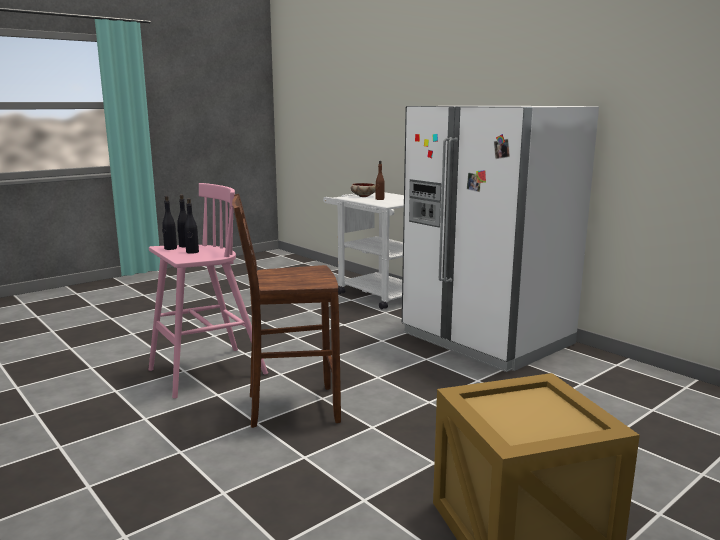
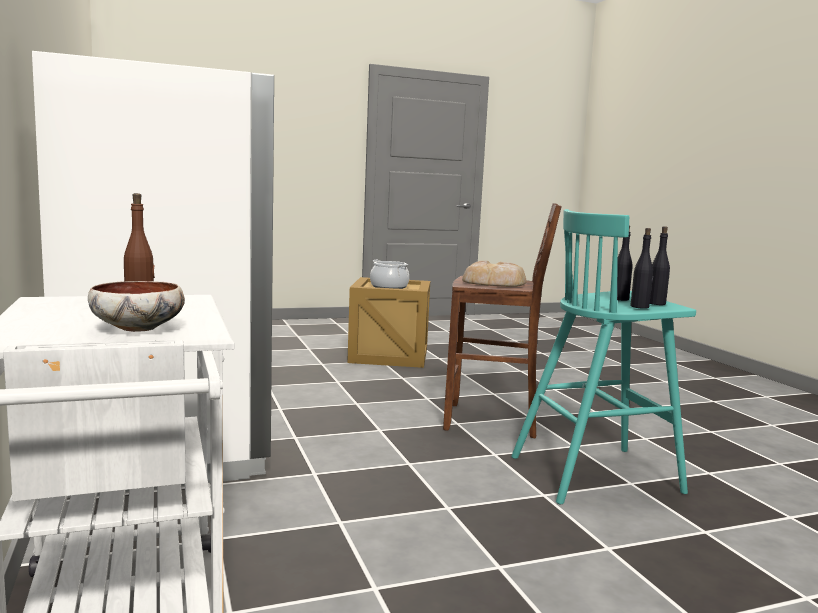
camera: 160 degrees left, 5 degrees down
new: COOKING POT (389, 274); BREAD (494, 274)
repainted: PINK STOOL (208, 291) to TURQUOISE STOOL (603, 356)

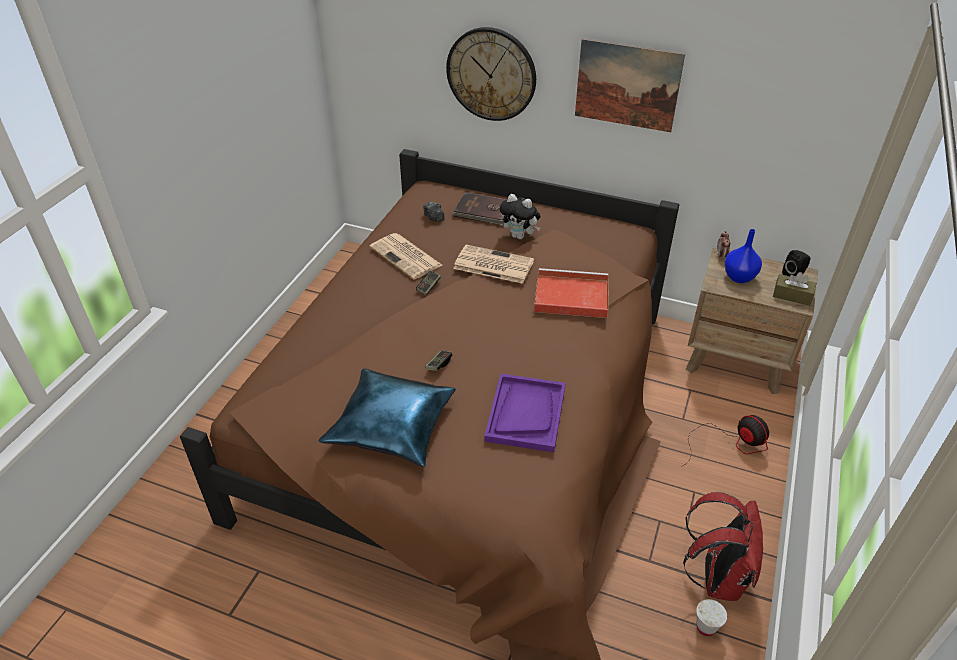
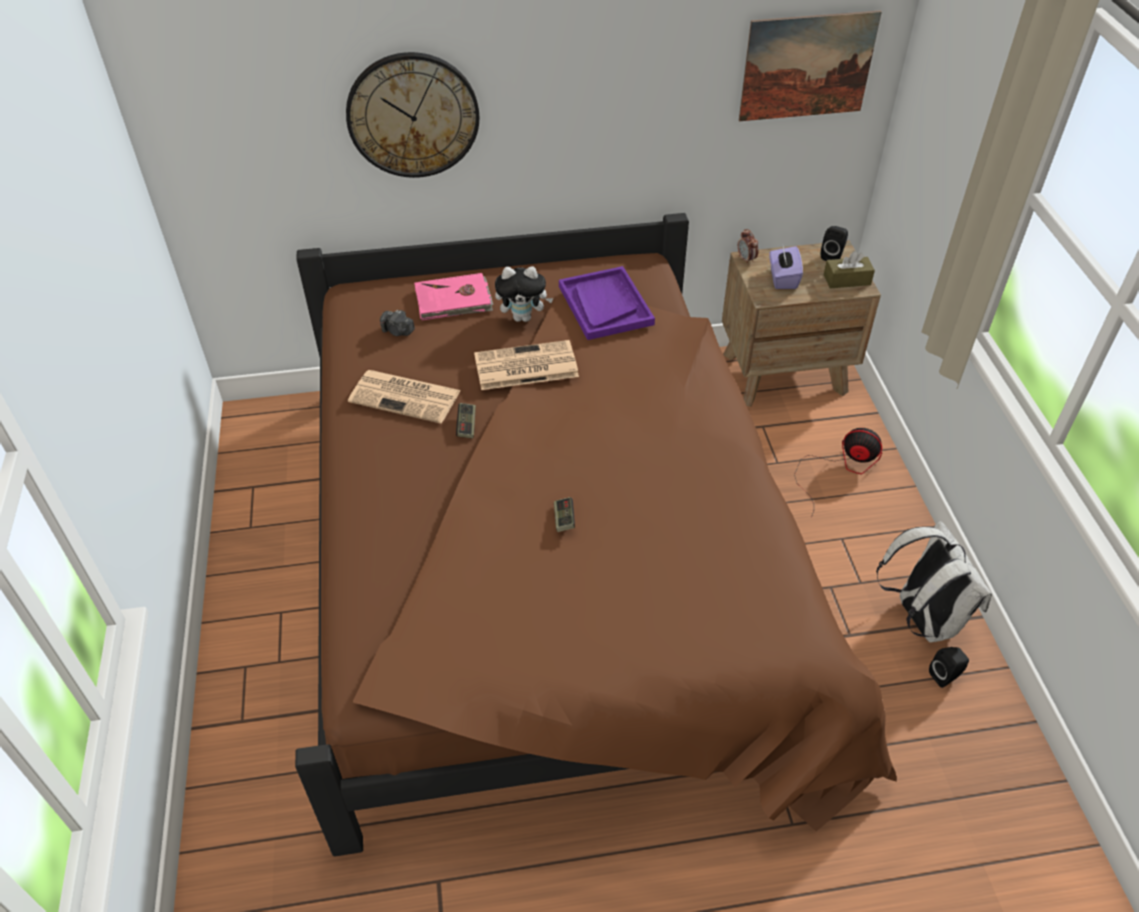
camera: 30 degrees left, 5 degrees up
gone: BLUE PILLOW (387, 418); RED TRAY (571, 293)
shifted: PURPLE TRAY (524, 413) to (607, 303); PICTURE (630, 85) to (810, 65)
swapped: BLUE VASE (743, 256) to PURPLE TISSUE BOX (786, 267); WHITE CUP (711, 617) to BLACK SPEAKER (949, 667)
repainted: BROWN BOOK (480, 208) to PINK BOOK (453, 297); RED BACKPACK (723, 546) to WHITE BACKPACK (934, 581)

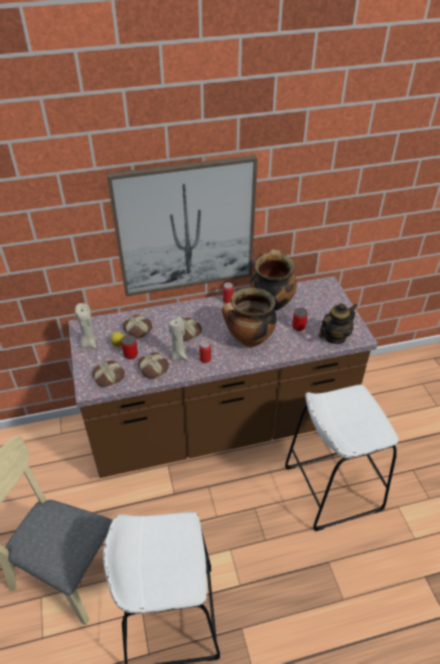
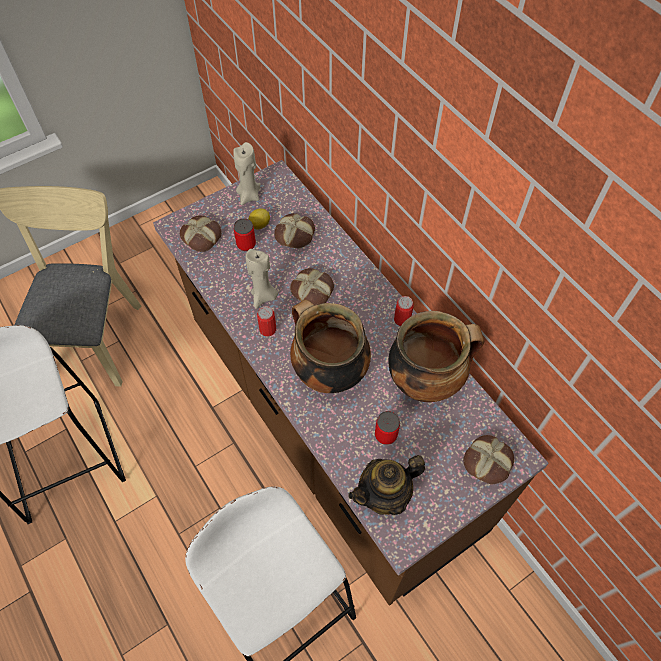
camera: 70 degrees right, 15 degrees up
gone: PICTURE (182, 225)
shifted: BREAD (153, 365) to (488, 460)
rotated: TEAPOT (338, 323) = (386, 485) 120 degrees clockwise

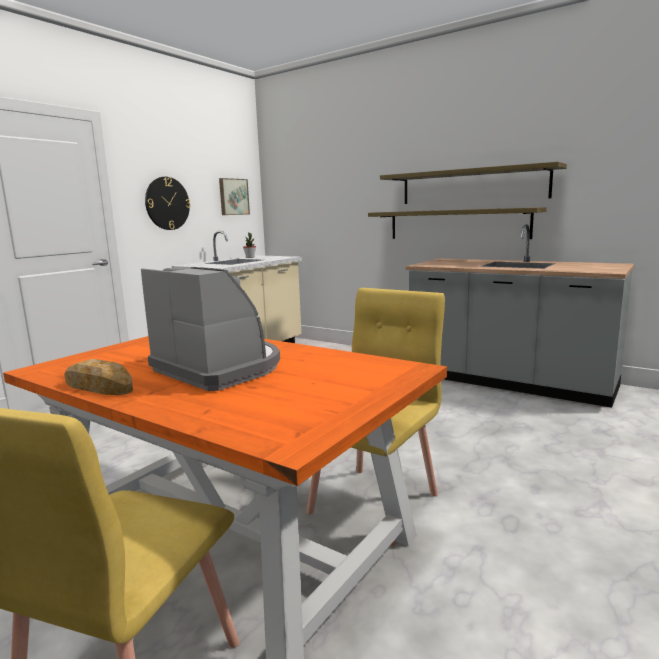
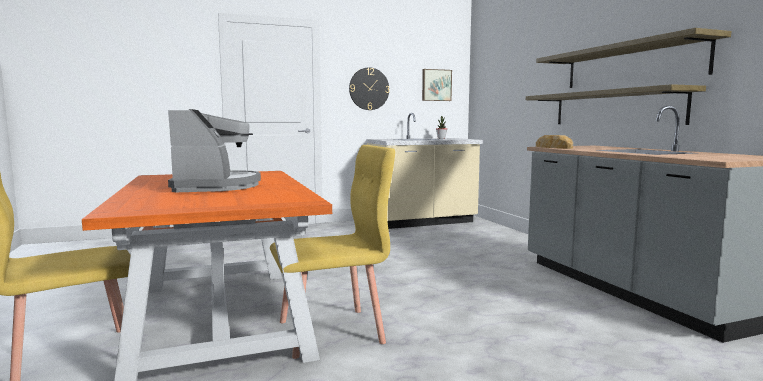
camera: 35 degrees right, 5 degrees down
shifted: BREAD (98, 377) to (554, 142)

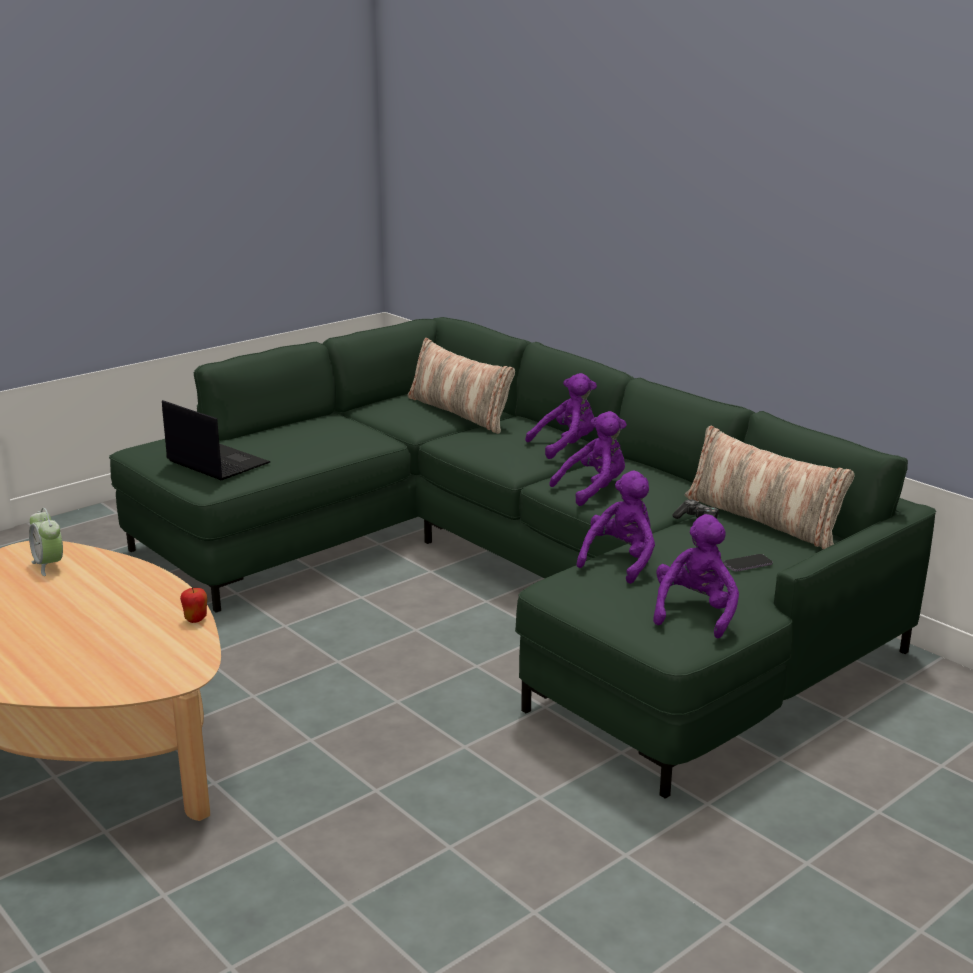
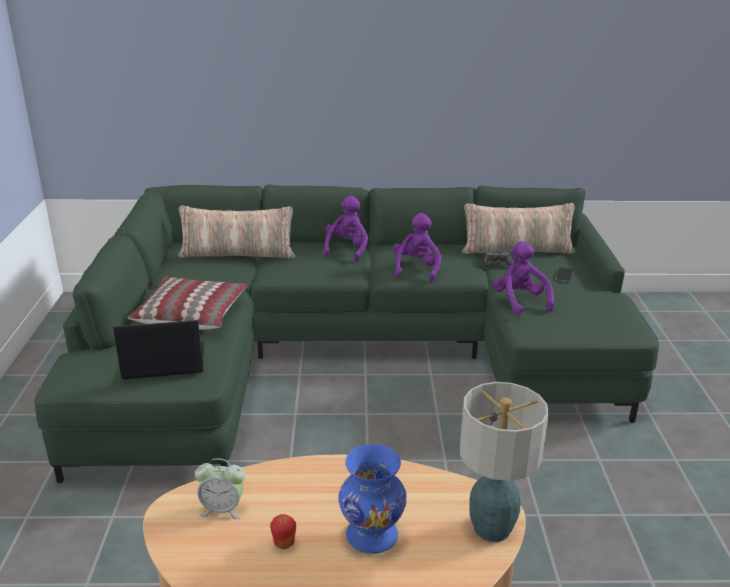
camera: 50 degrees left, 5 degrees up
gone: PURPLE PLUSH TOY (696, 576)
new: PILLOW (187, 303); BLUE VASE (373, 499); TABLE LAMP (504, 462)
shifted: APPLE (193, 605) to (283, 531)

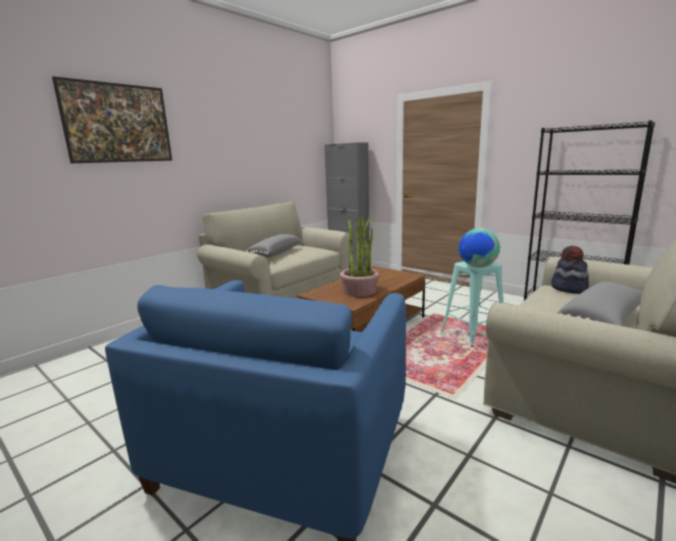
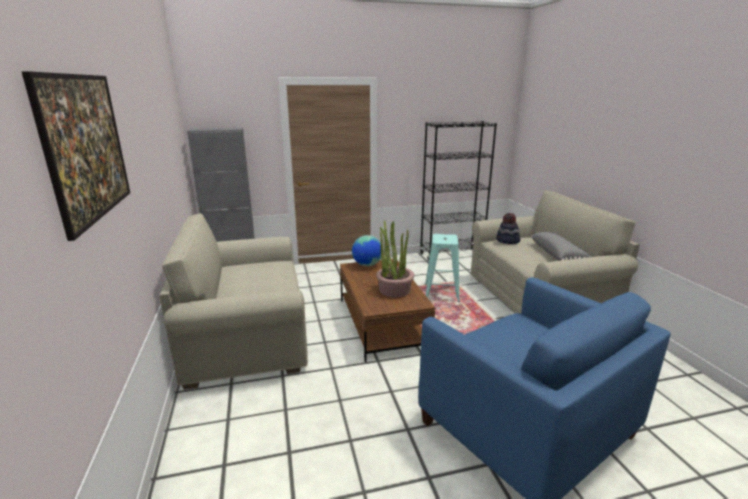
camera: 55 degrees left, 5 degrees up
gone: GREY PILLOW (273, 245)
shifted: GLOBE (479, 247) to (366, 251)

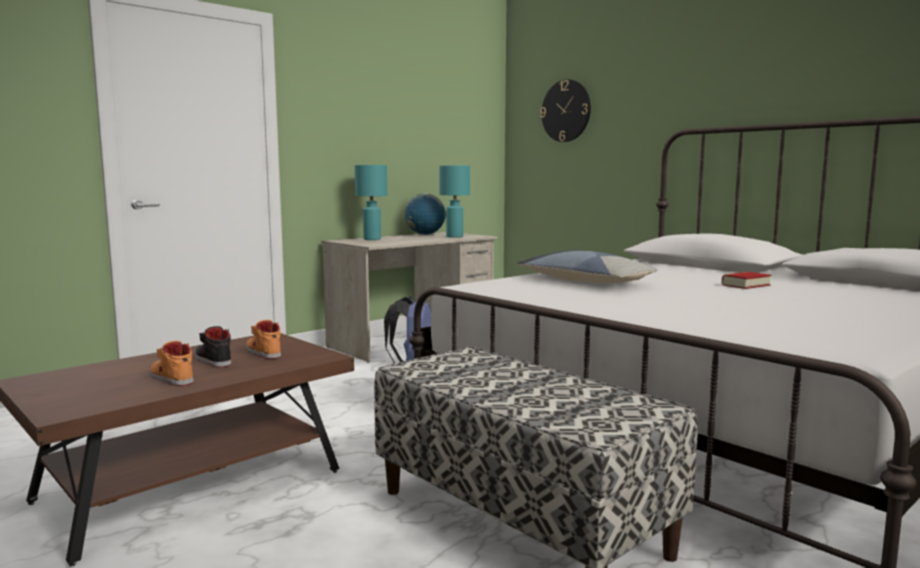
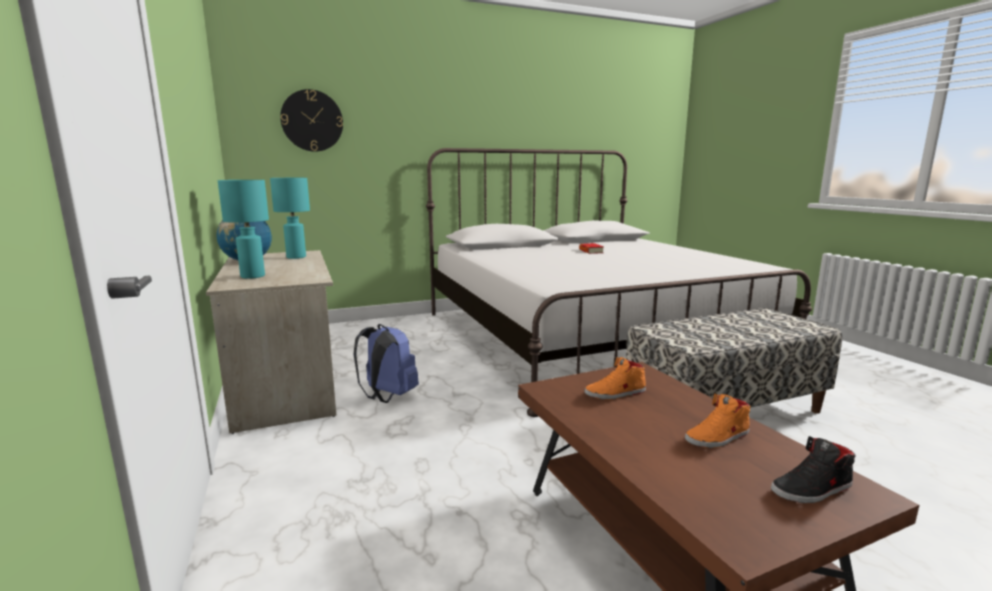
camera: 70 degrees left, 5 degrees up
gone: PILLOW (587, 267)
shifted: BLACK SHOE (213, 346) to (813, 469)

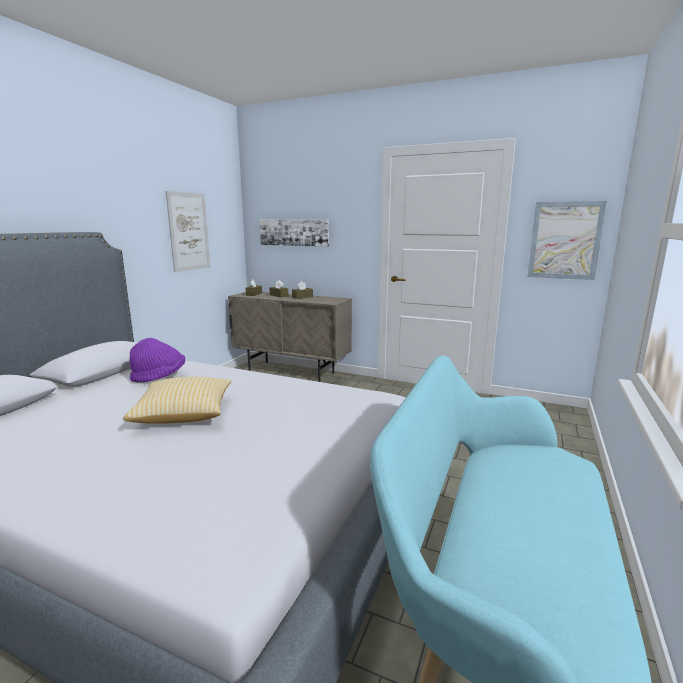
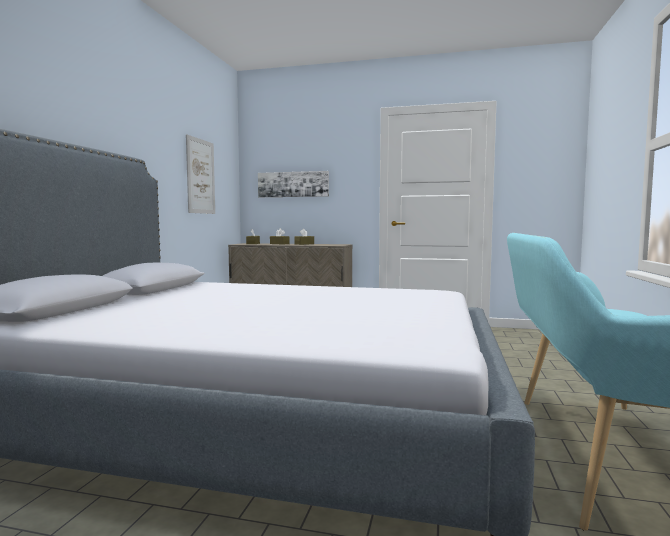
camera: 10 degrees left, 10 degrees down
gone: PILLOW (177, 400); PURPLE HAT (157, 360); PICTURE (567, 240)

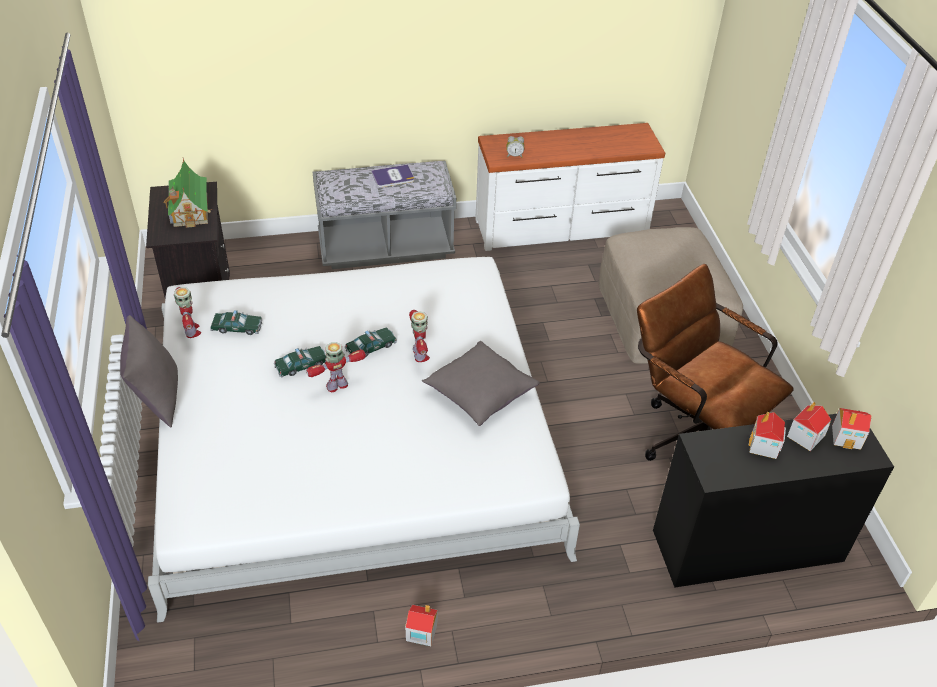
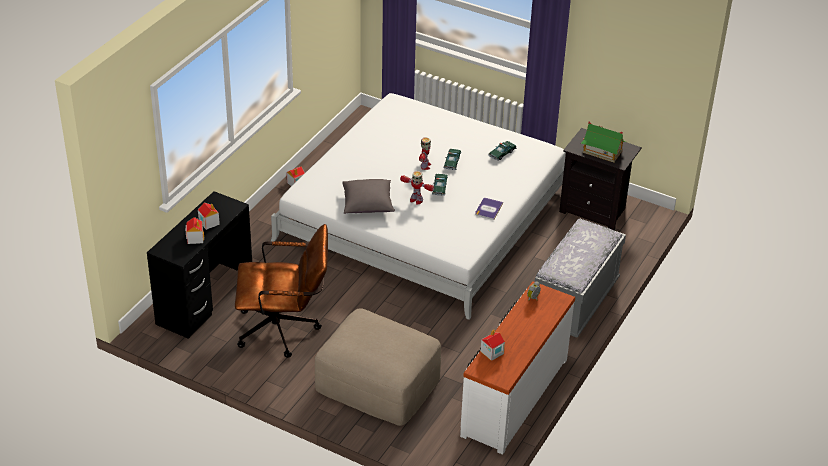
camera: 130 degrees right, 5 degrees down
gone: GREY PILLOW (149, 371); TOY ROBOT (187, 312)
shifted: BOOK (392, 176) to (489, 209); TOY HOUSE (852, 429) to (492, 345)

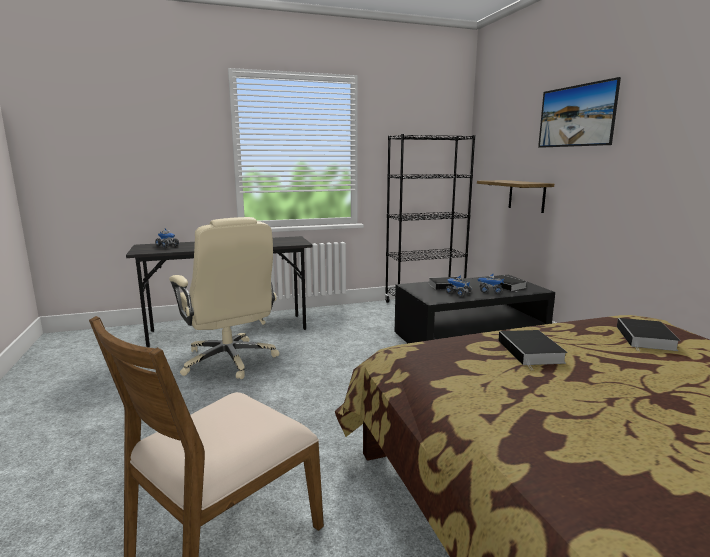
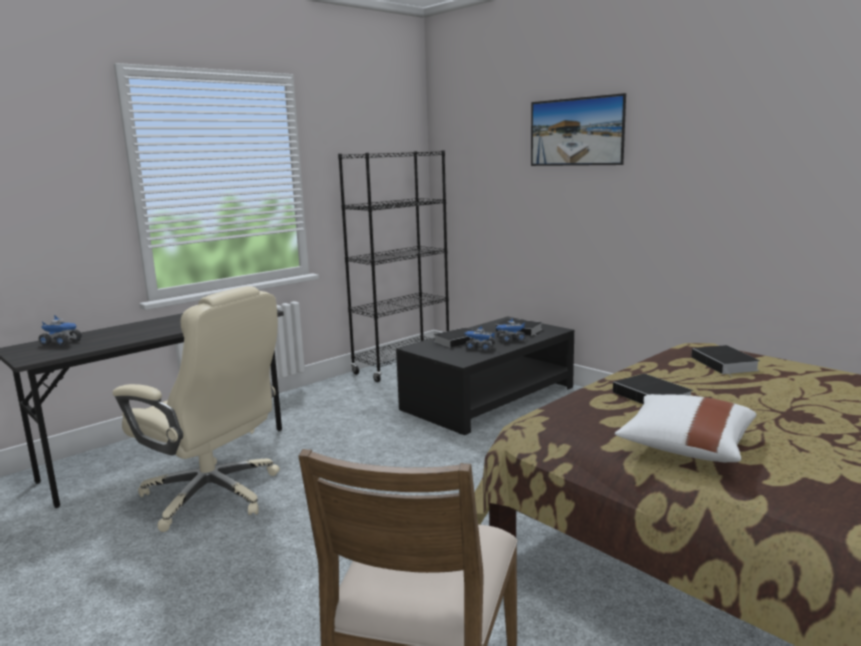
camera: 25 degrees left, 0 degrees up
gone: SHELF (515, 196)
new: WHITE PILLOW (685, 428)

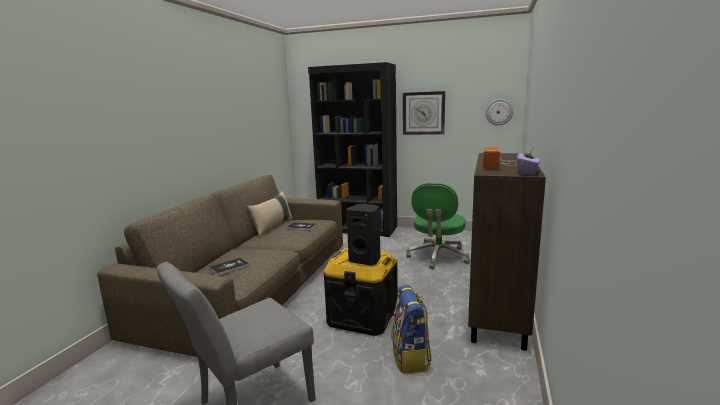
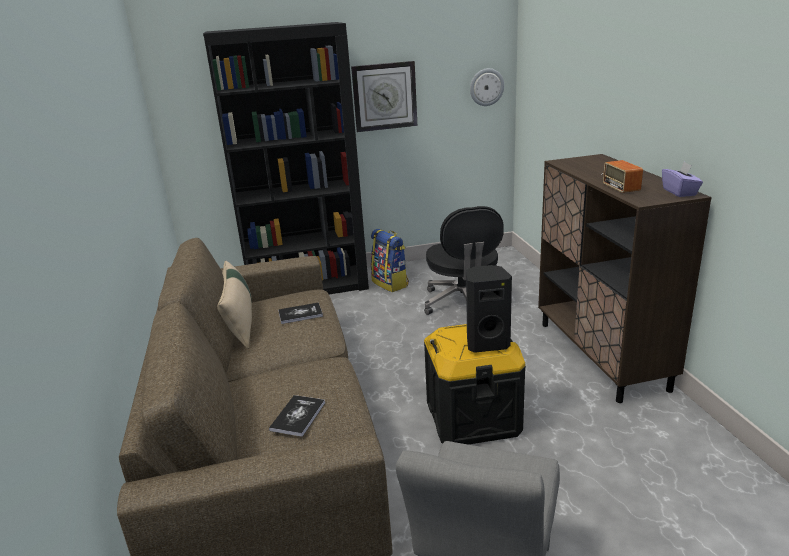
camera: 30 degrees left, 10 degrees up
shifted: BACKPACK (411, 329) to (390, 260)
repainted: GREEN OFFICE CHAIR (438, 226) to BLACK OFFICE CHAIR (464, 260)

